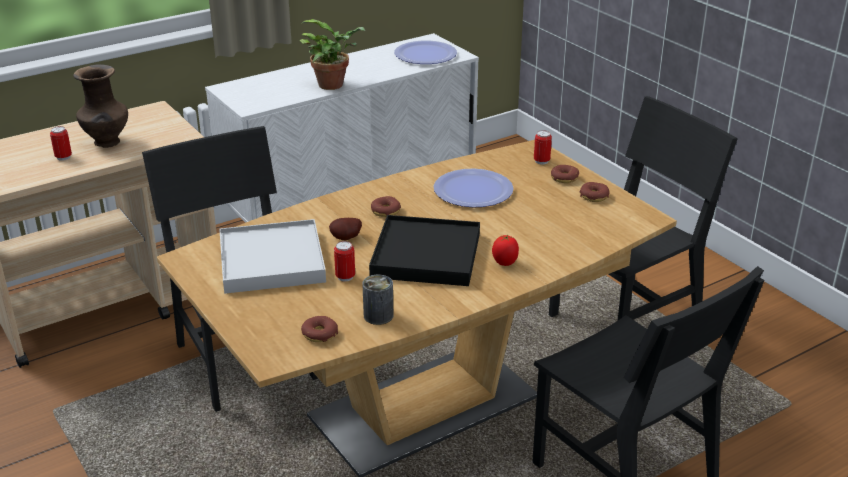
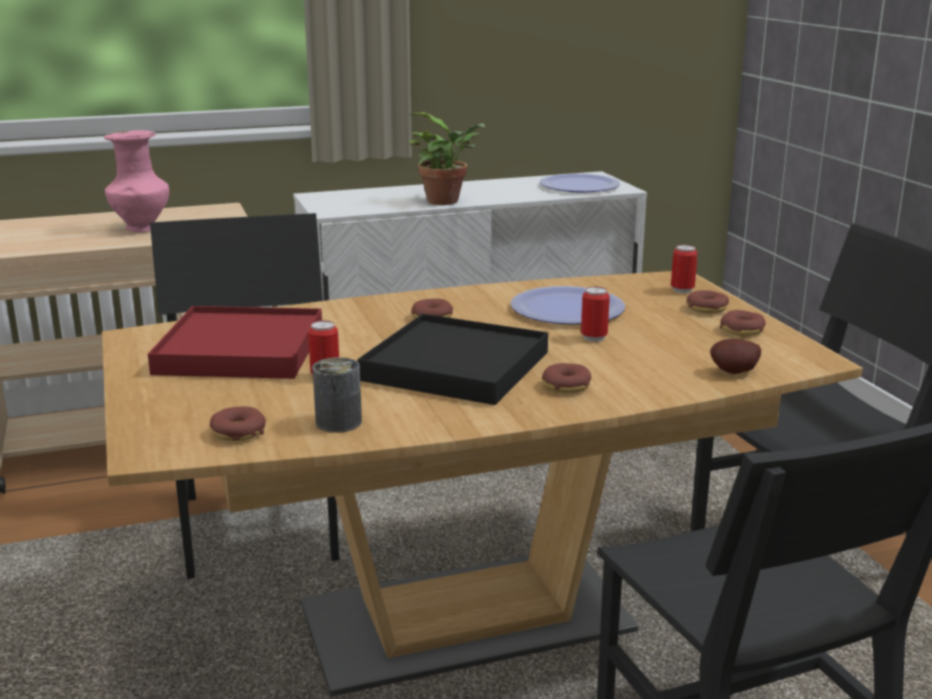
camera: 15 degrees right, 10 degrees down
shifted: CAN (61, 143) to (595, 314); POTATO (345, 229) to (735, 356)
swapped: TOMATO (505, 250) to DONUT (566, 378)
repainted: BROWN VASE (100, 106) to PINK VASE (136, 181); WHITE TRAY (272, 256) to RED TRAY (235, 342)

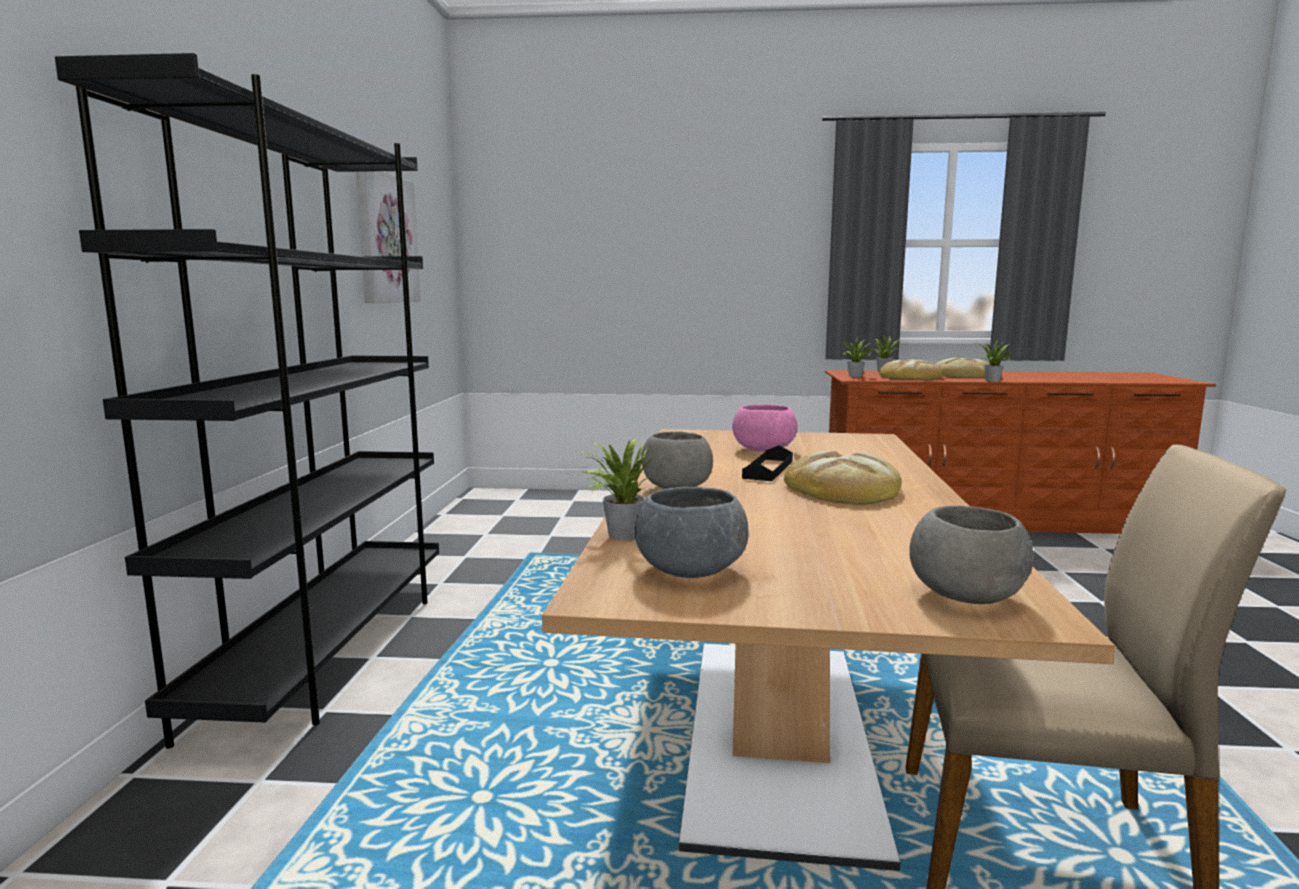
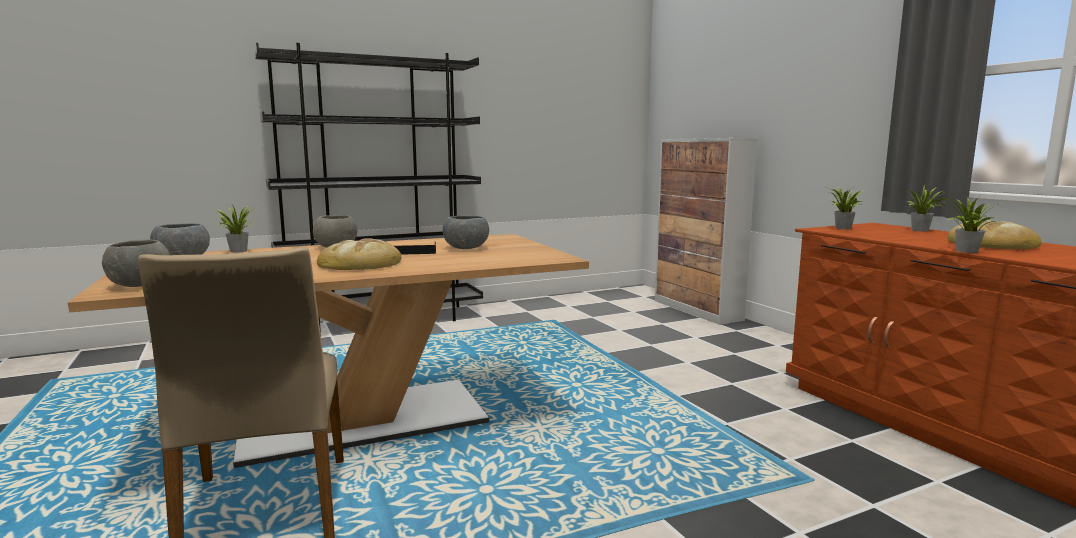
camera: 60 degrees right, 0 degrees up
gone: PICTURE (388, 237); BREAD (911, 369)
new: CABINET (706, 231)
repainted: PINK BOWL (765, 428) to GREY BOWL (466, 232)

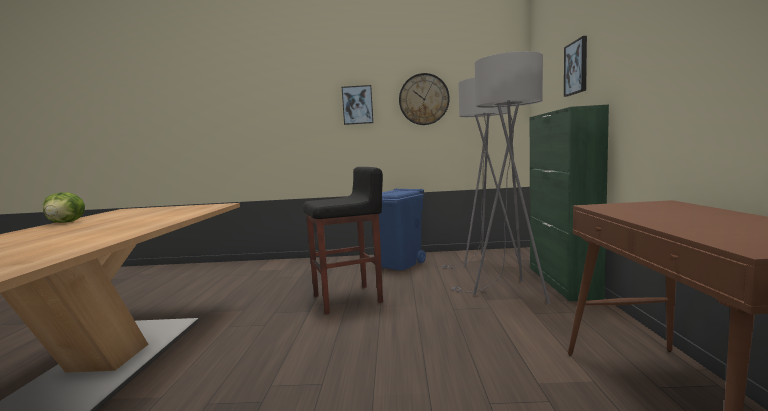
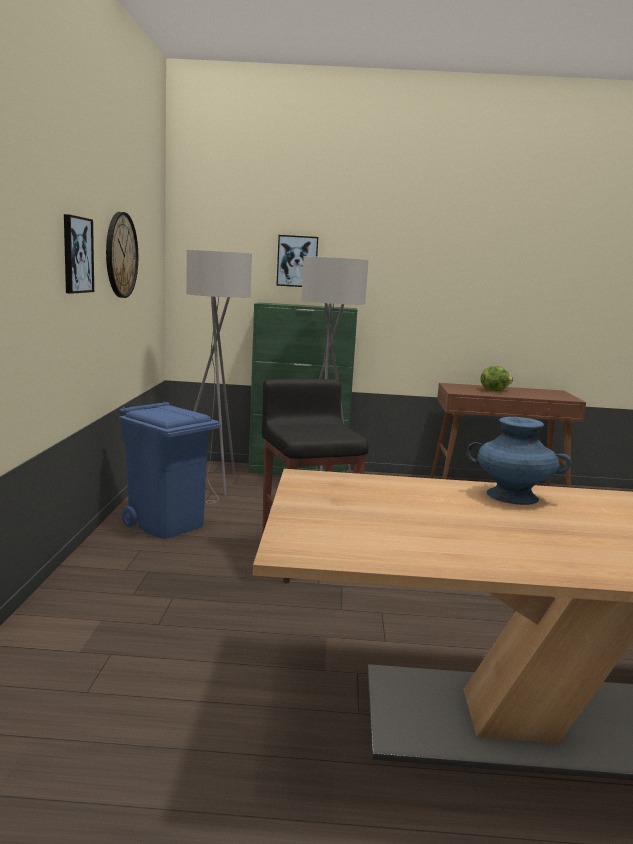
camera: 90 degrees left, 5 degrees up
new: BLUE VASE (519, 461)
shifted: LETTUCE (64, 207) to (497, 378)

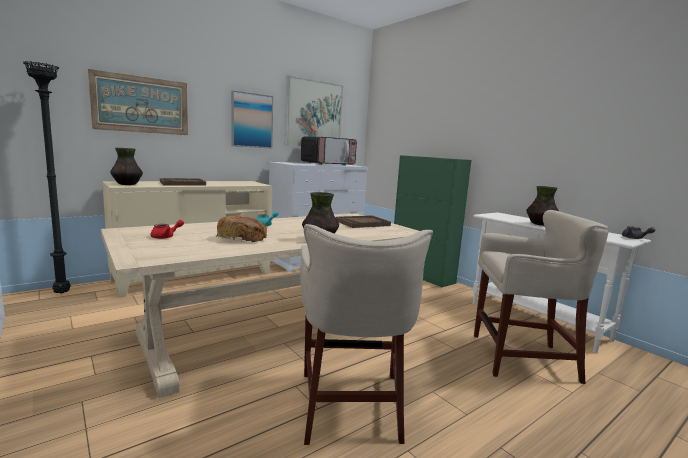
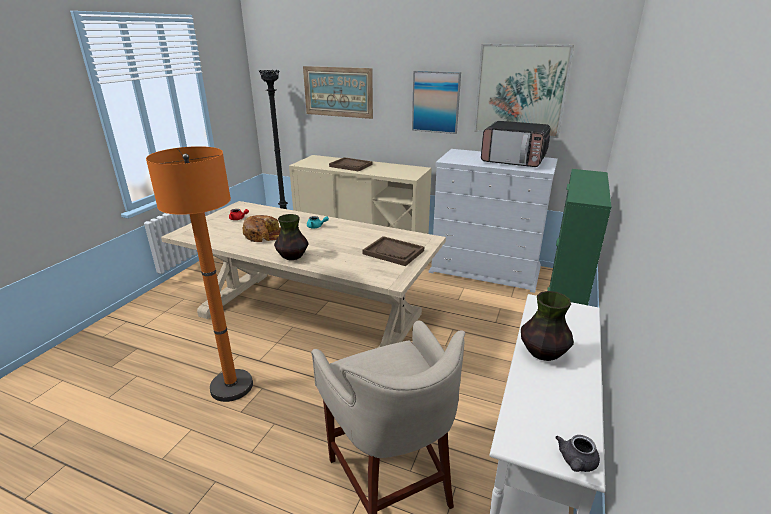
camera: 60 degrees right, 15 degrees up
gone: VASE (126, 166)
swapped: BEIGE STOOL (366, 334) to ORANGE FLOOR LAMP (199, 274)

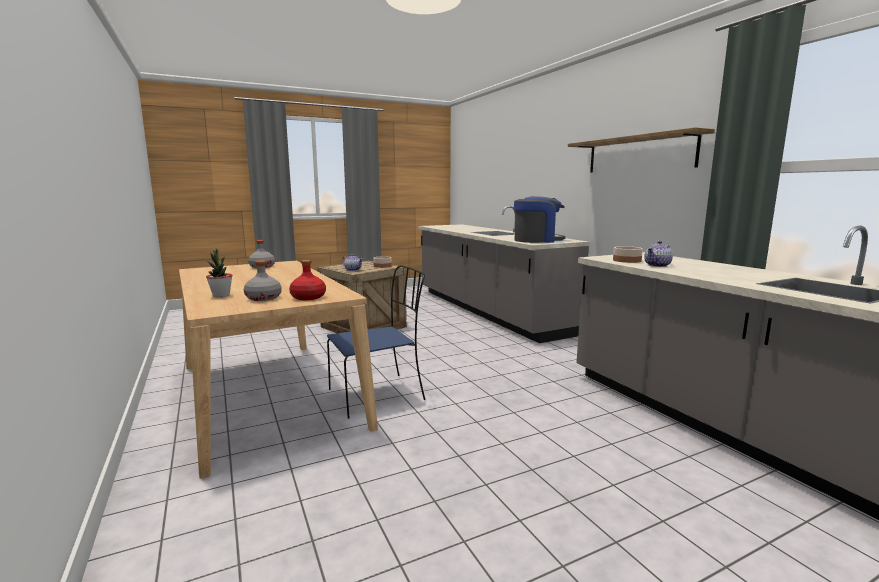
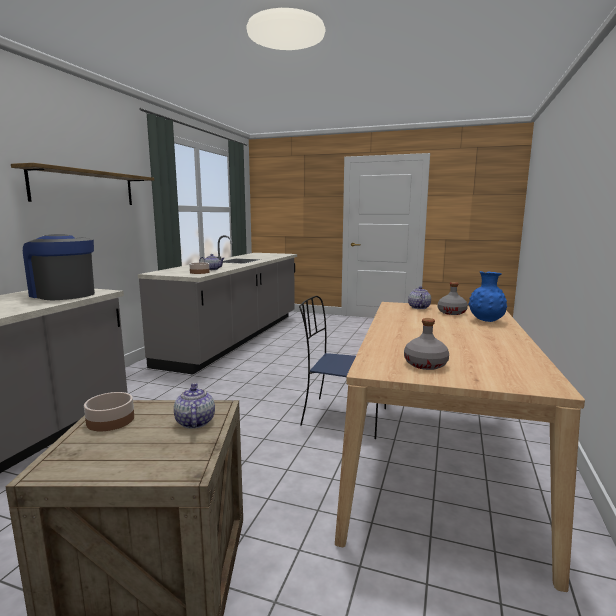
camera: 135 degrees left, 0 degrees up
swapped: RED BOTTLE (307, 280) to TEAPOT (419, 297); POTTED PLANT (219, 273) to BLUE VASE (487, 296)

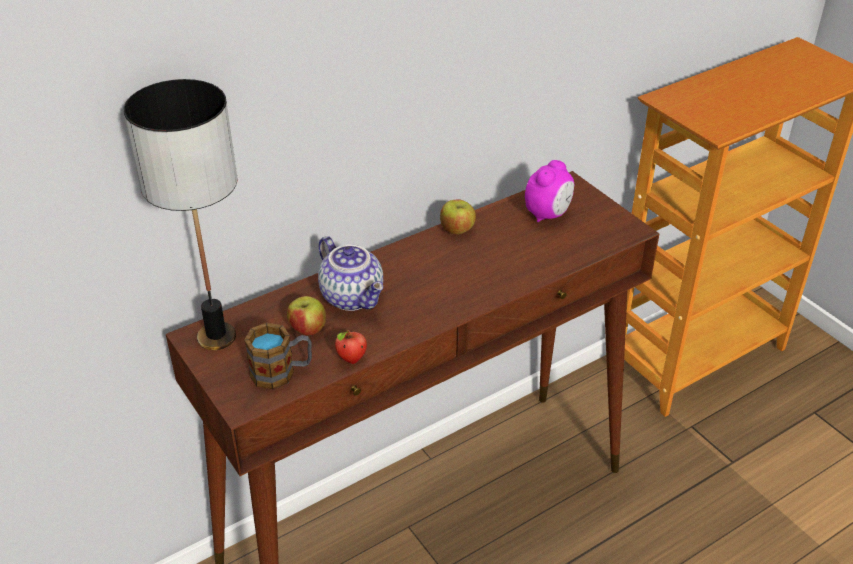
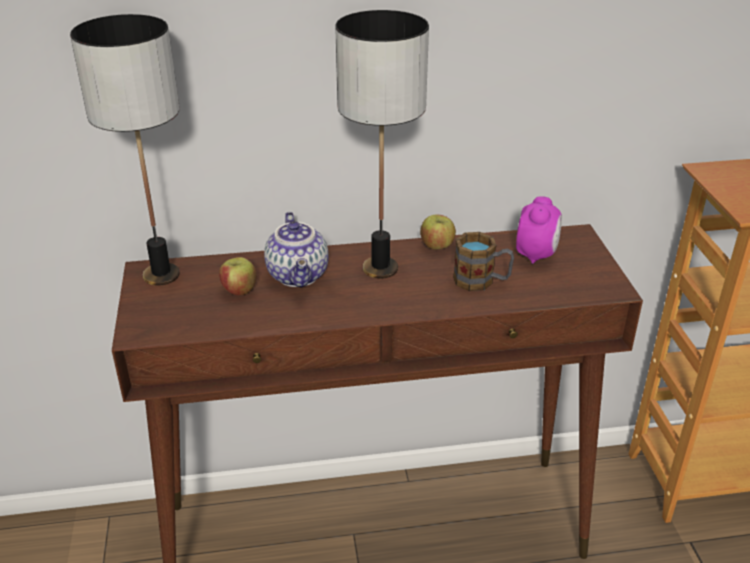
camera: 25 degrees right, 5 degrees down
gone: APPLE (351, 347)
new: TABLE LAMP (382, 144)
shifted: MUG (278, 356) to (483, 261)
rotated: ALARM CLOCK (549, 191) = (539, 230) 45 degrees counterclockwise

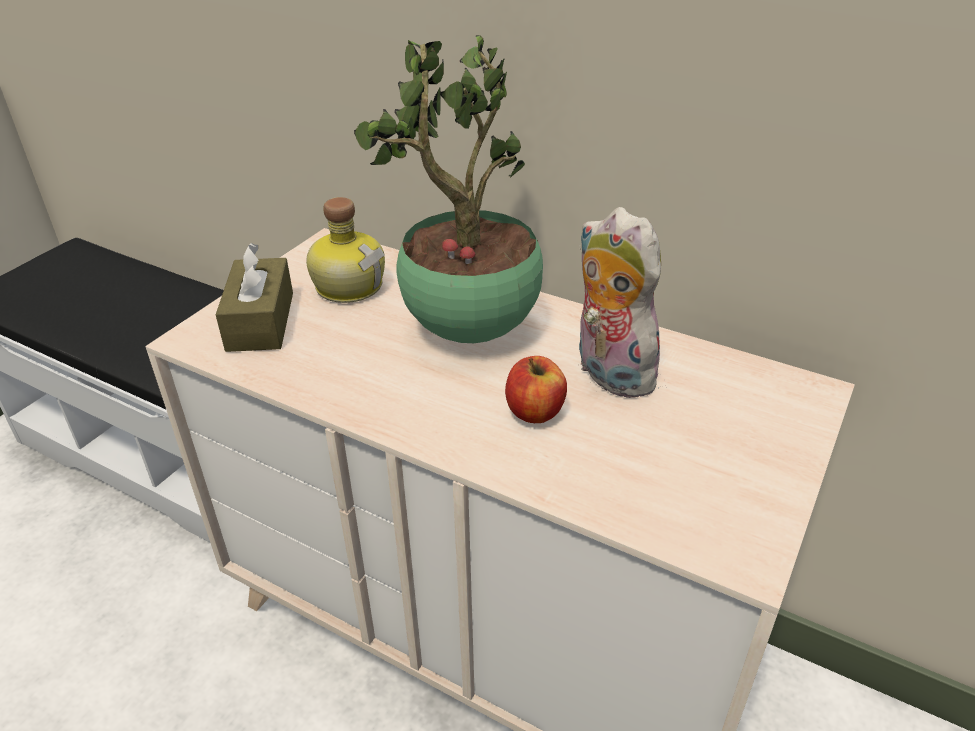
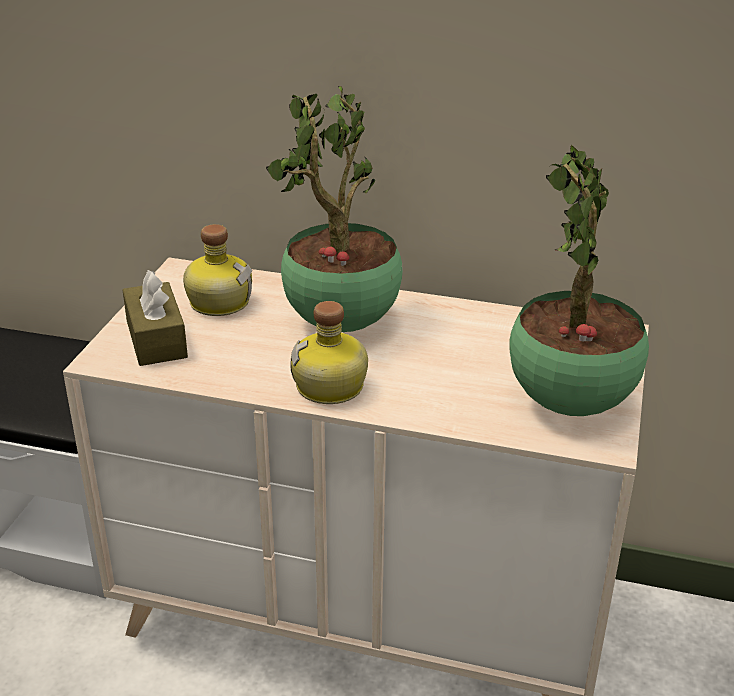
camera: 15 degrees left, 5 degrees down
gone: APPLE (536, 389); PLUSH TOY (623, 302)
new: BOTTLE (329, 352); POTTED PLANT (579, 280)

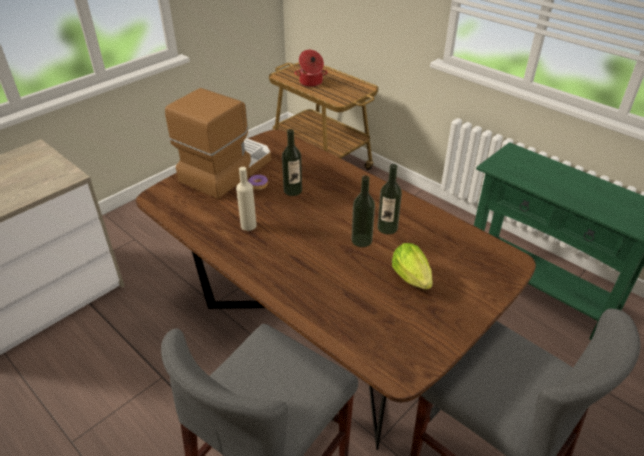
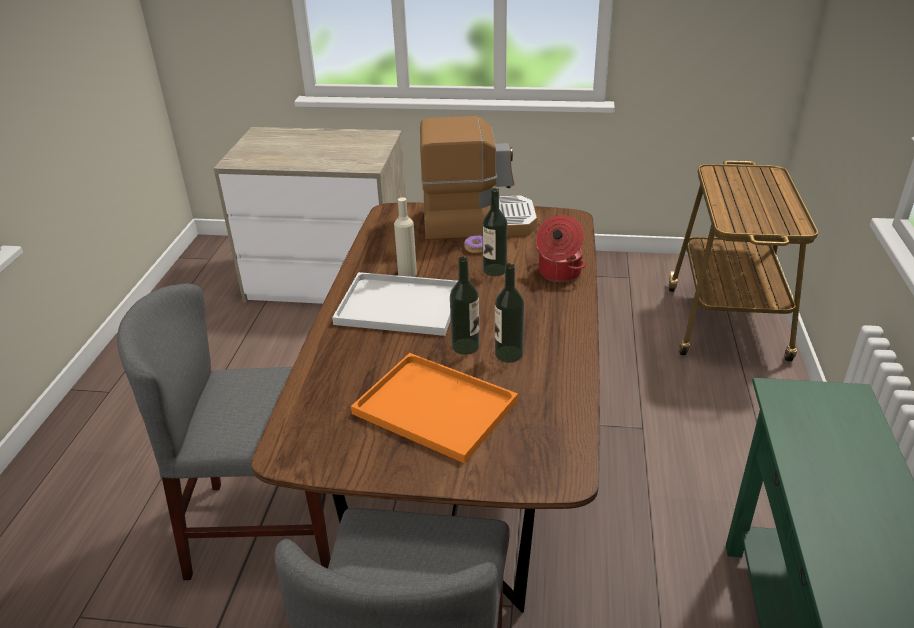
camera: 55 degrees right, 5 degrees down
new: WHITE TRAY (395, 304)
shifted: COOKING POT (311, 68) to (561, 248)
swapped: LETTUCE (412, 266) to ORANGE TRAY (434, 408)

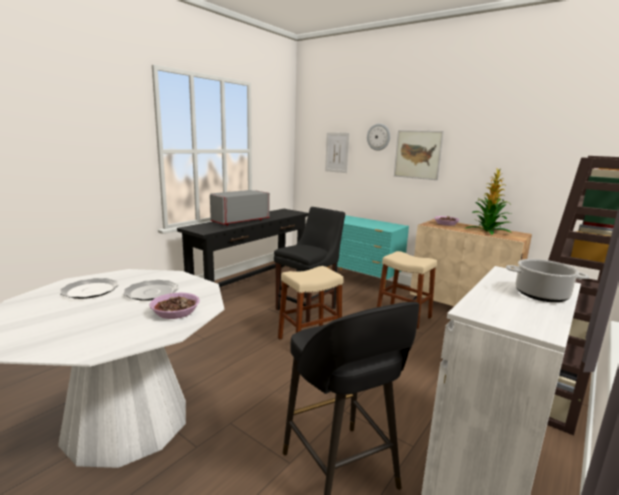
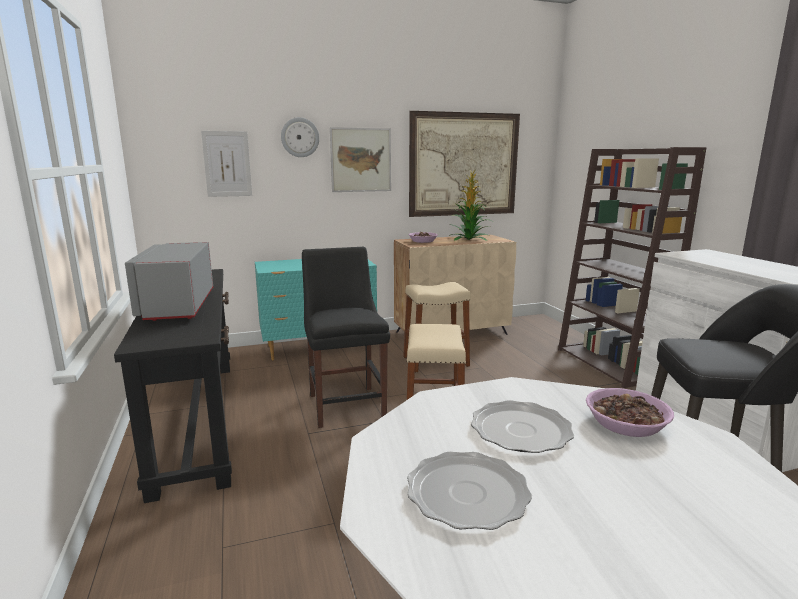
camera: 55 degrees left, 0 degrees up
gone: COOKING POT (548, 280)
new: PICTURE (464, 164)

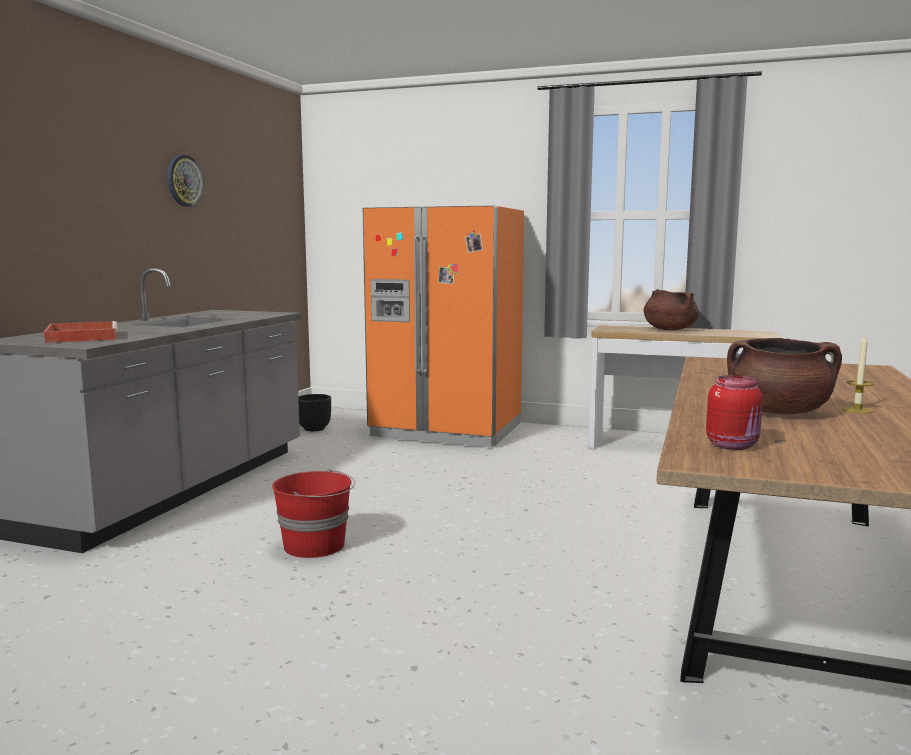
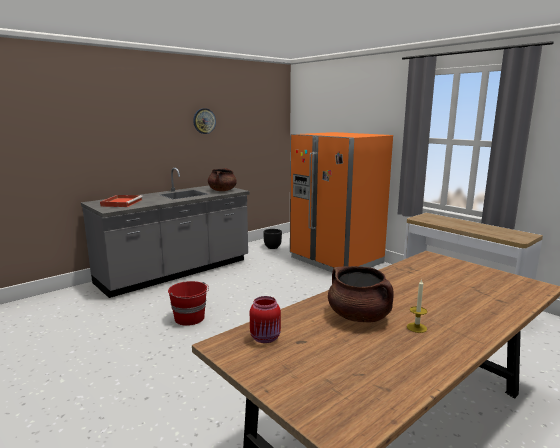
camera: 30 degrees right, 5 degrees up
shifted: BROWN COOKING POT (671, 309) to (222, 179)

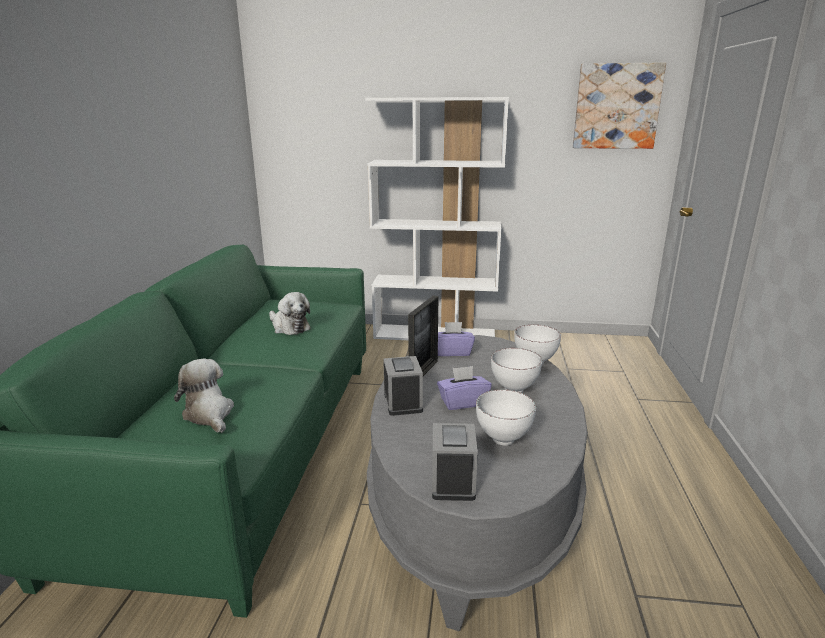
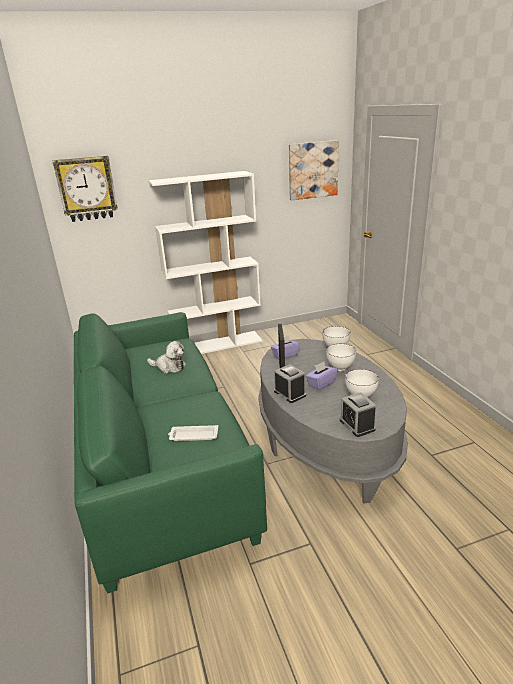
camera: 25 degrees left, 5 degrees up
new: WALL CLOCK (85, 189)
swapped: PLUSH TOY (204, 396) to WHITE TRAY (193, 433)

